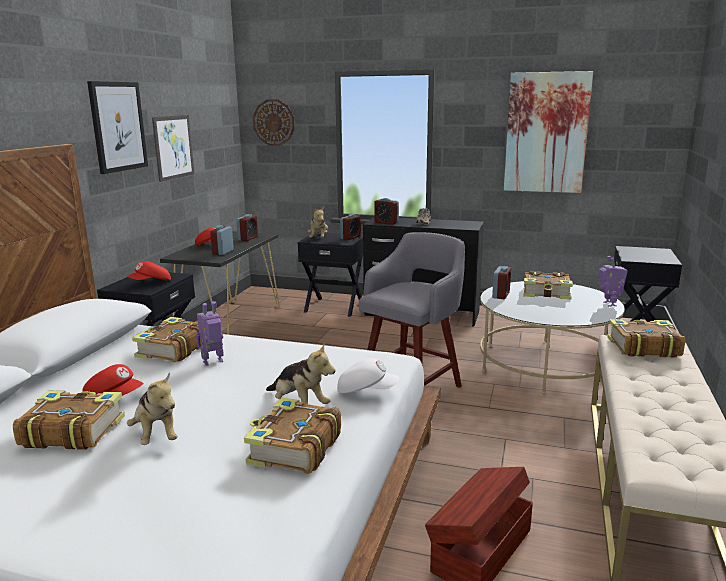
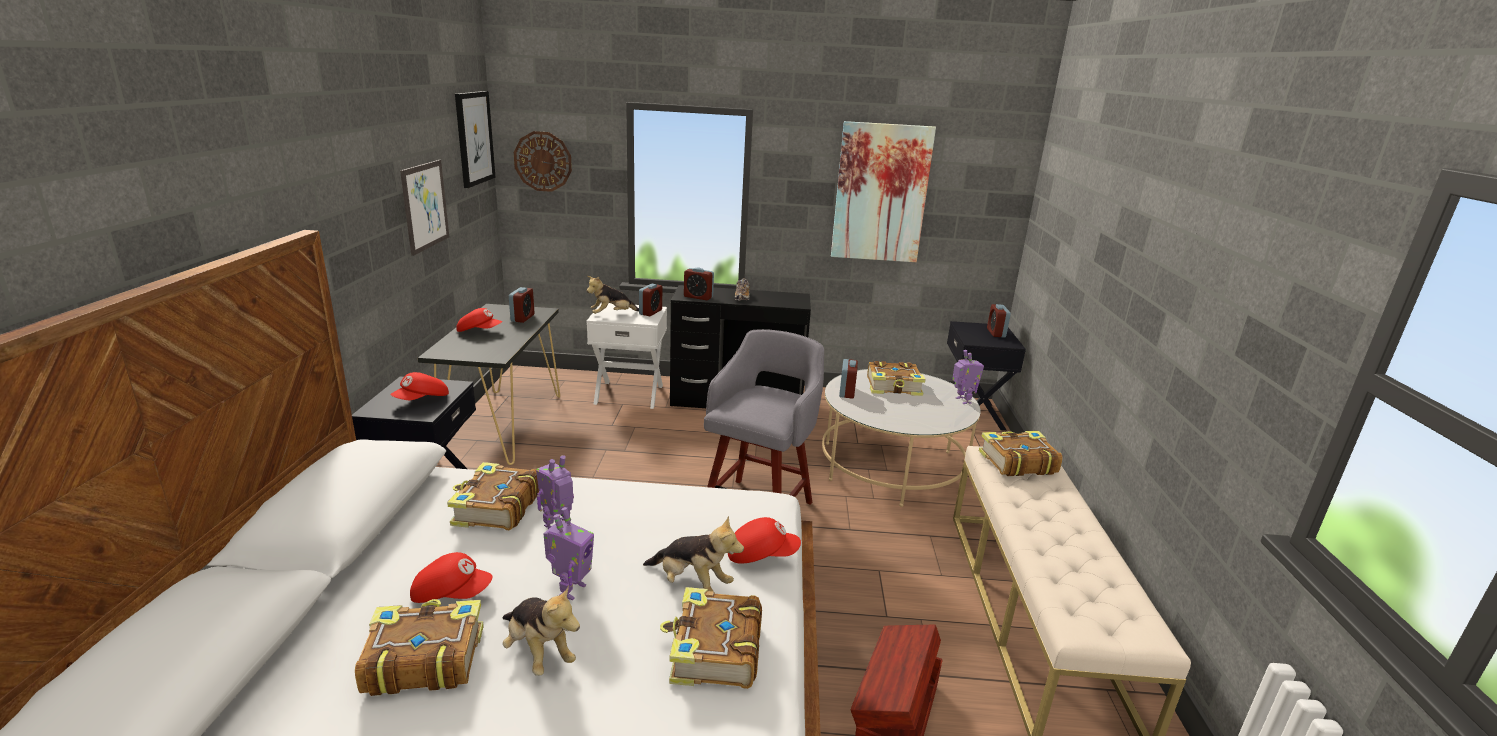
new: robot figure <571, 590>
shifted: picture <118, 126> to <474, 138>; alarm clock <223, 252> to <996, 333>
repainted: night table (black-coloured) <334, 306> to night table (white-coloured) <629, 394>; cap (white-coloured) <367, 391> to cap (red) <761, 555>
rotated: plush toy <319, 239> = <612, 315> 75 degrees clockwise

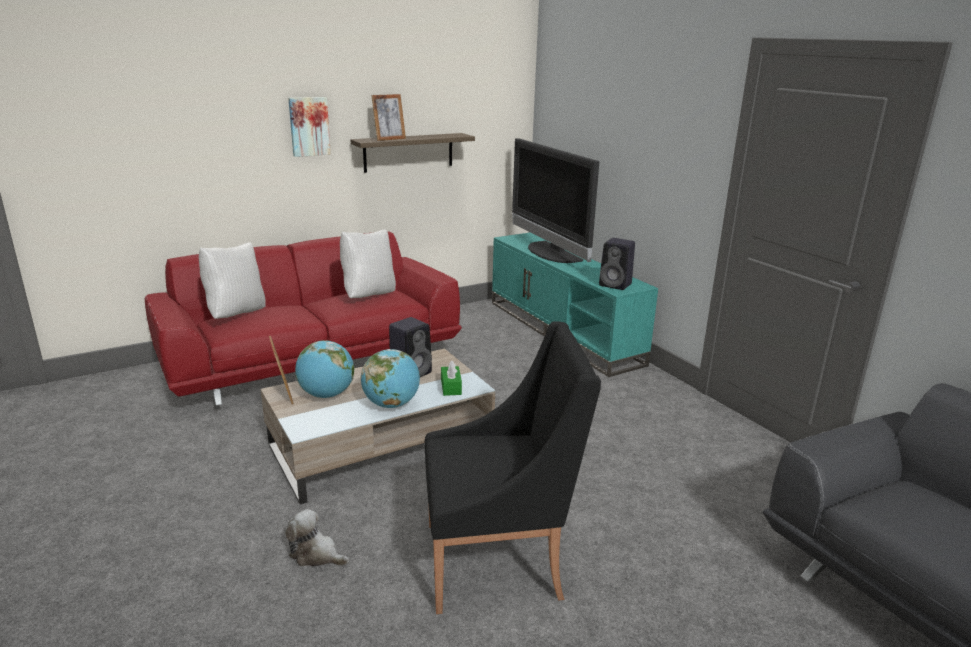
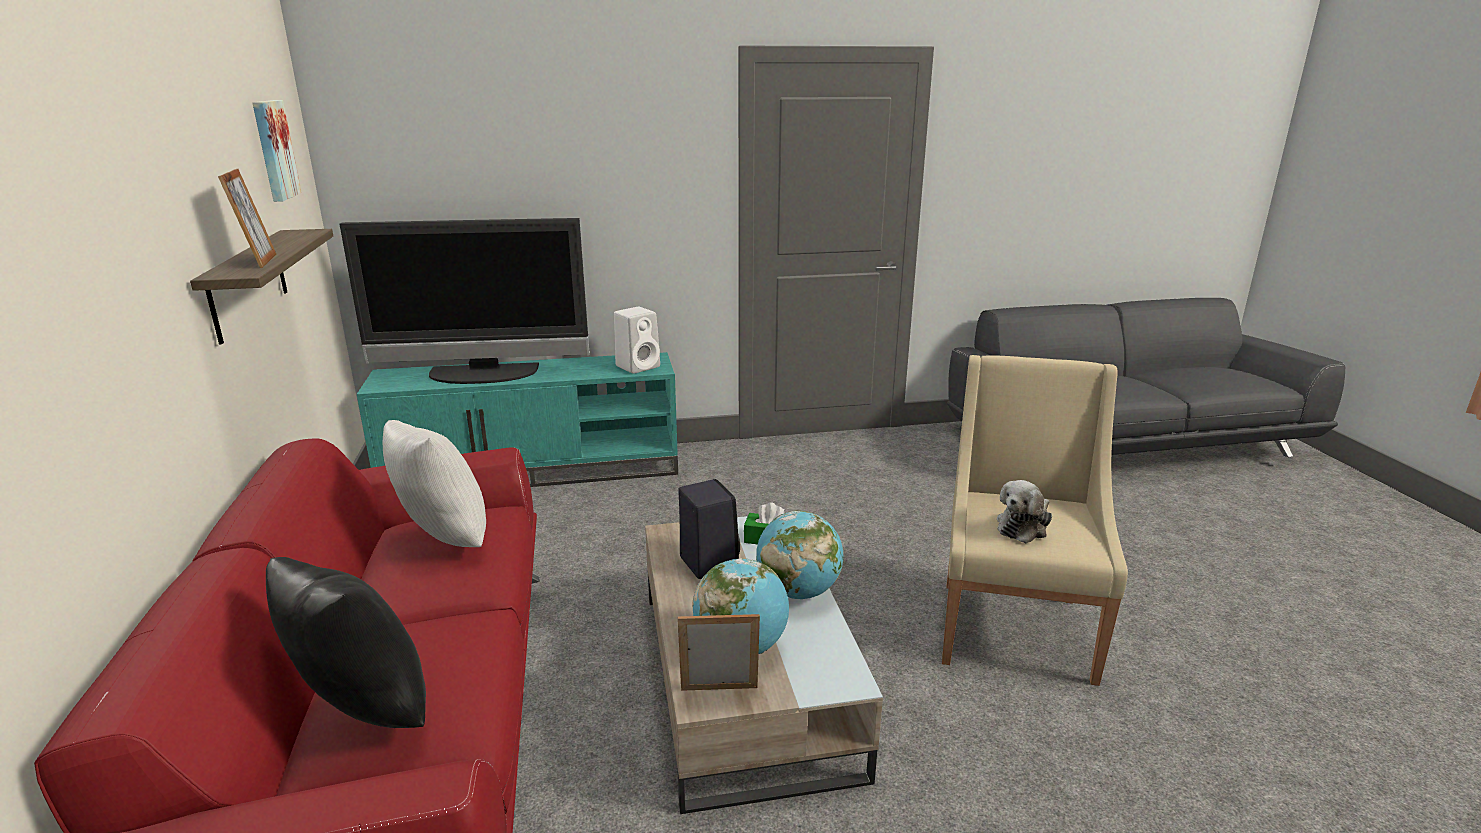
shifted: picture <309, 126> to <273, 150>; plush toy <316, 554> to <1023, 526>
repainted: cushion (white-coloured) <236, 314> to cushion (black-coloured) <360, 713>; audio speaker (black-coloured) <616, 285> to audio speaker (white-coloured) <638, 366>; easy chair (black-coloured) <498, 560> to easy chair (beige) <1012, 626>

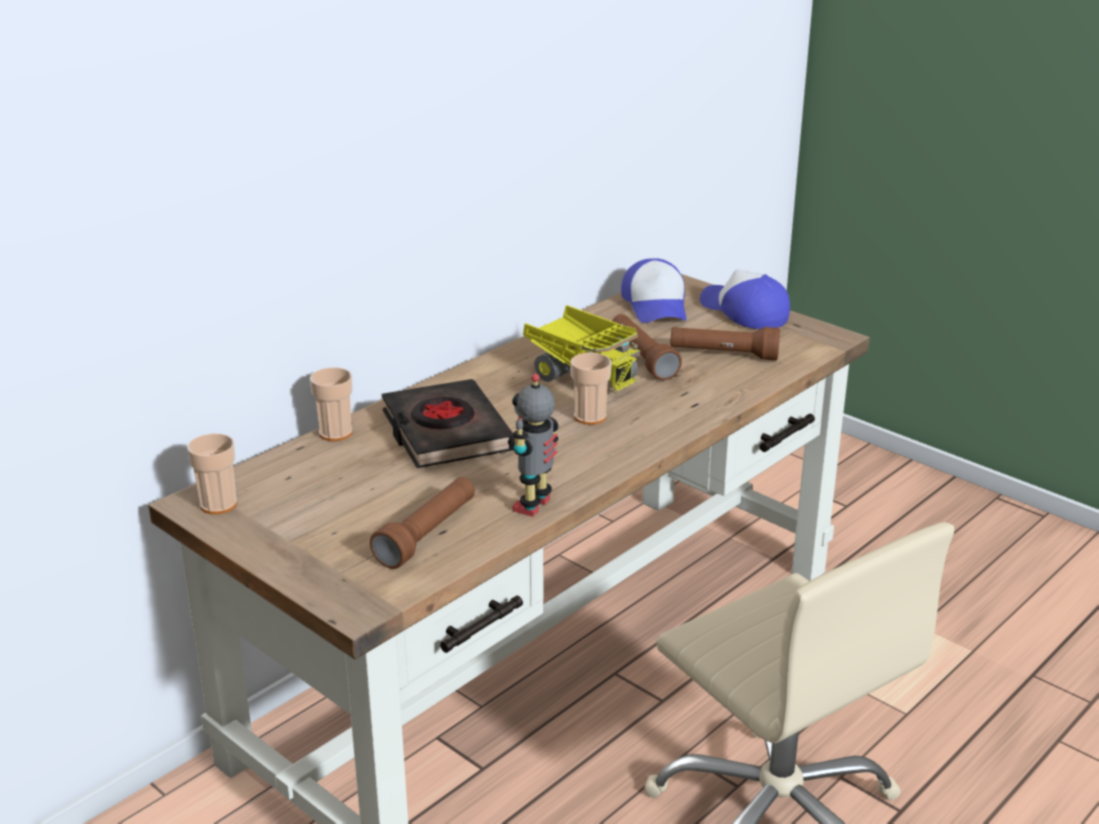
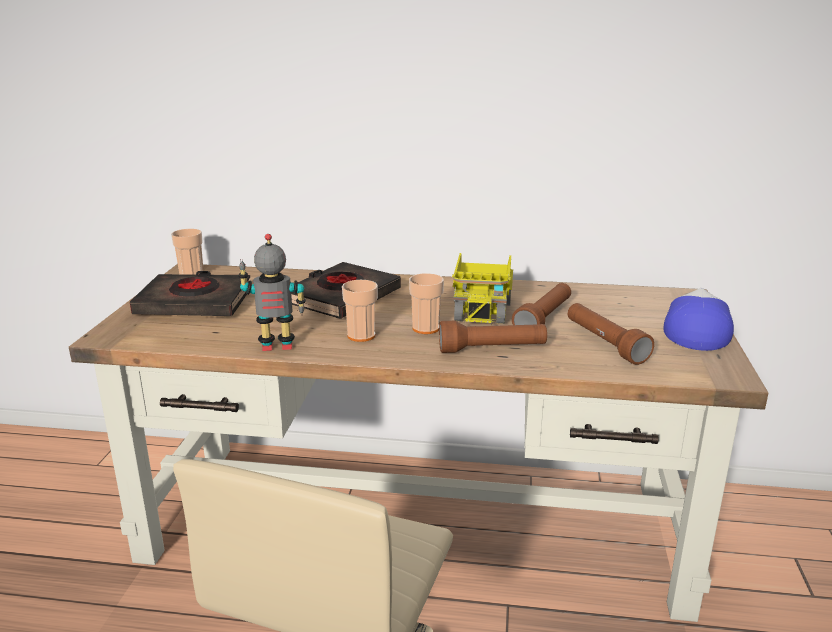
gone: cap <656, 306>
new: book (black-coloured) <195, 303>
shifted: drinking cup <335, 433> to <361, 335>; torch (brown-coloured) <428, 535> to <492, 349>

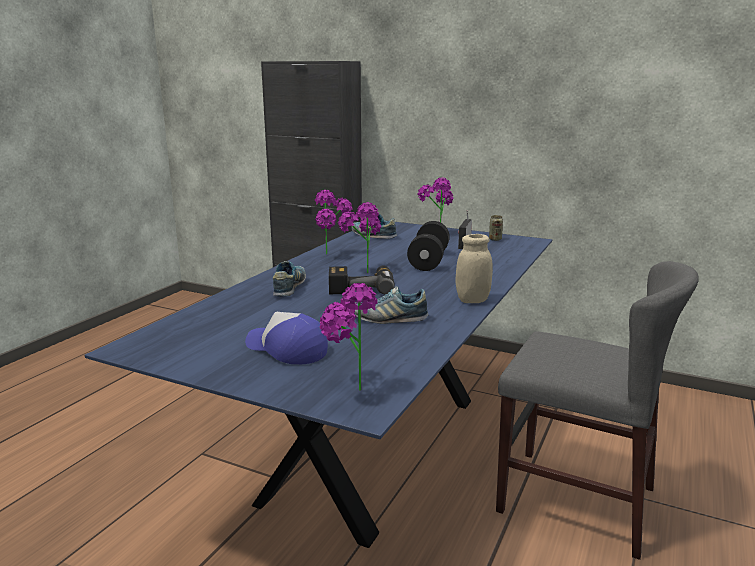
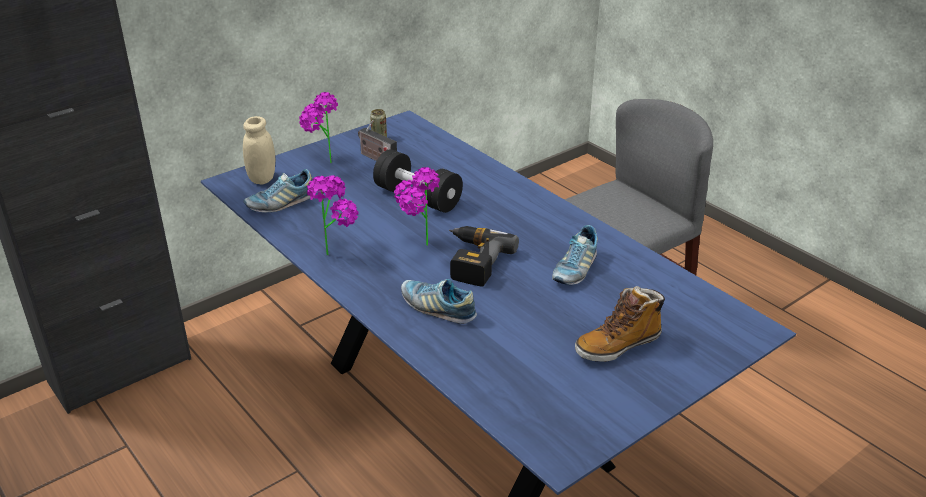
gone: houseplant <345, 391>
shifted: preserve jar (beige) <472, 300> to <262, 178>
swapped: cap <286, 349> to tall boot <618, 345>

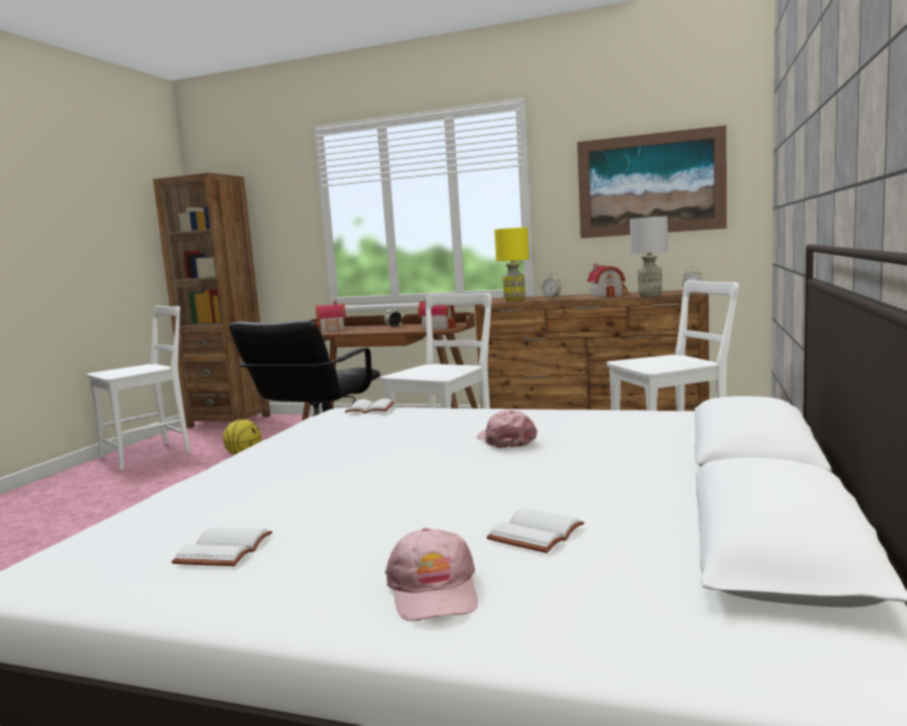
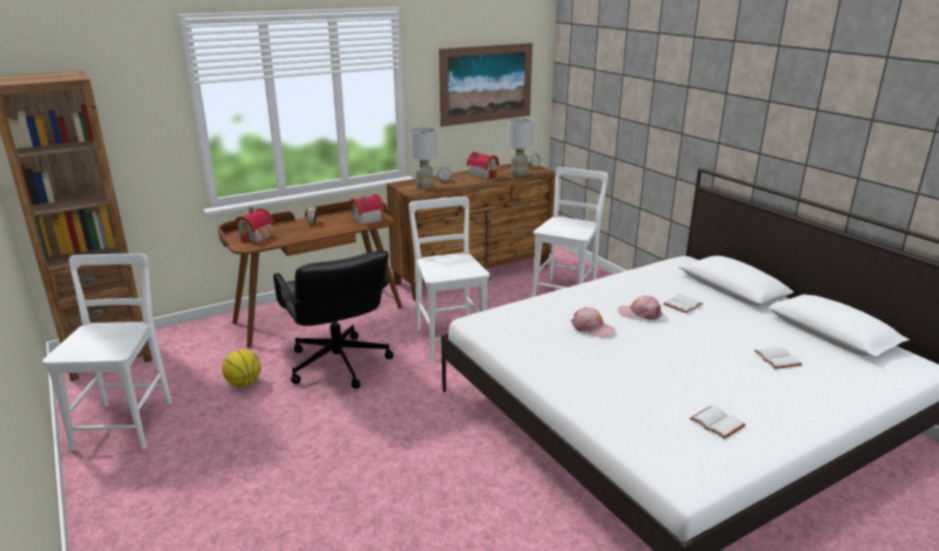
shifted: cap (pink) <434, 590> to <592, 327>; book (white-coloured) <371, 408> to <682, 304>
repainted: lamp for a table (yellow-coloured) <514, 300> to lamp for a table (gray) <425, 187>

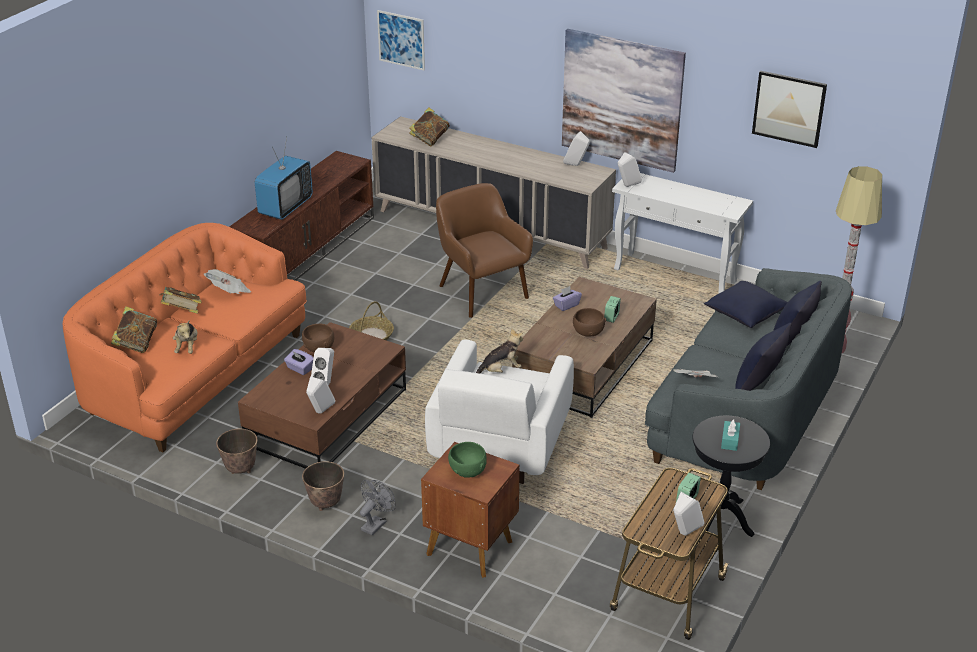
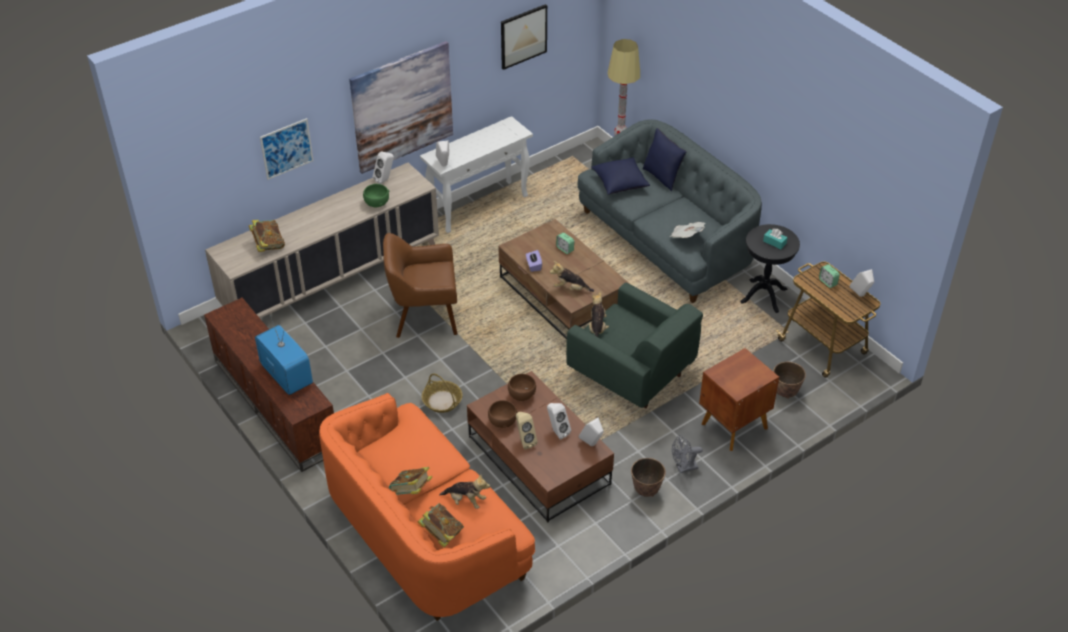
gone: printed paper <229, 292>; cushion (blue) <759, 385>
new: plush toy <570, 288>
shifted: picture <401, 40> to <286, 148>; deep dish (green-coloured) <467, 471> to <376, 203>; deep dish (brown-coloured) <588, 332> to <521, 395>; planter <240, 469> to <785, 393>
swapped: box of tissues (purple) <300, 369> to audio speaker (beige) <524, 441>
repainted: easy chair (white-coloured) <499, 447> to easy chair (green-coloured) <633, 374>
rotated: cooling fan (gray) <376, 523> = <683, 468> 75 degrees counterclockwise

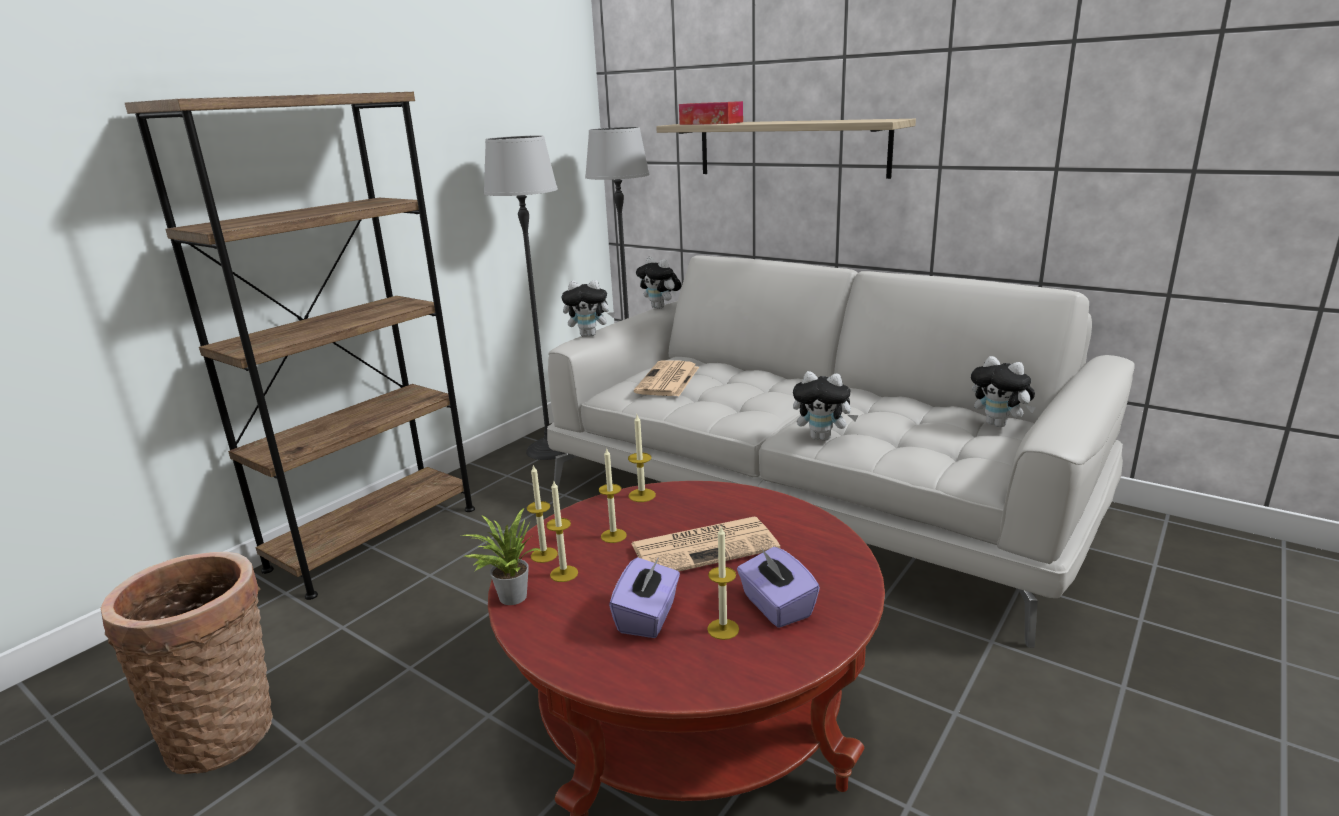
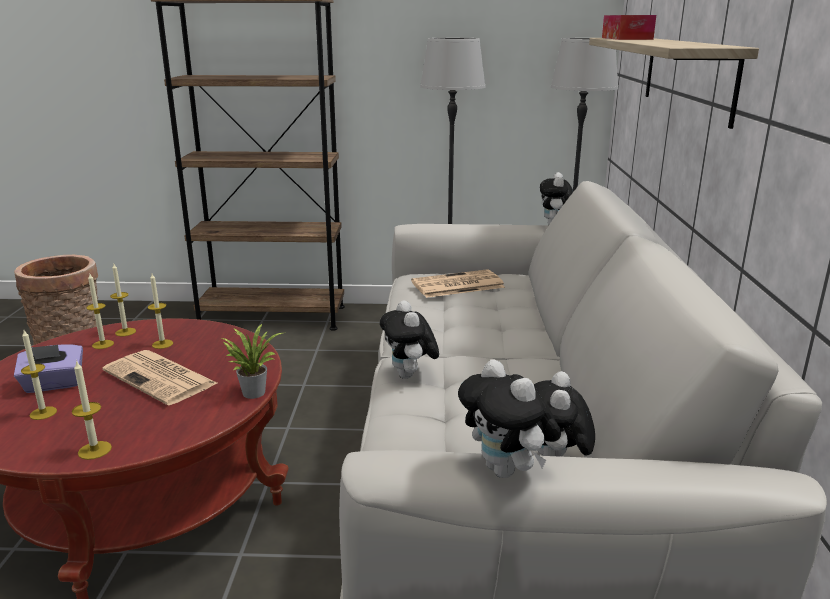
gone: box of tissues (purple) <776, 606>
shifted: wax candle <642, 495> to <95, 450>; houseplant <509, 596> to <253, 391>; plush toy <589, 335> to <507, 471>

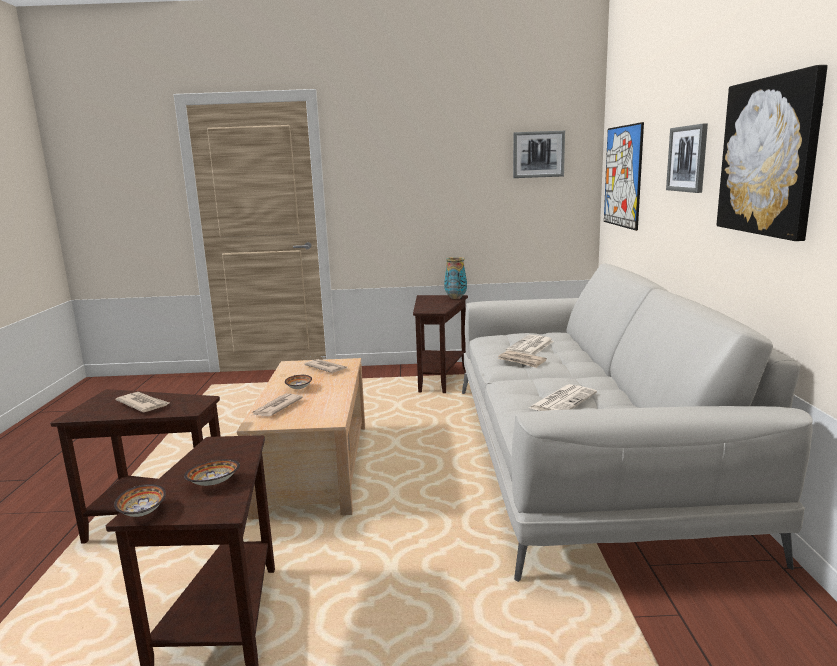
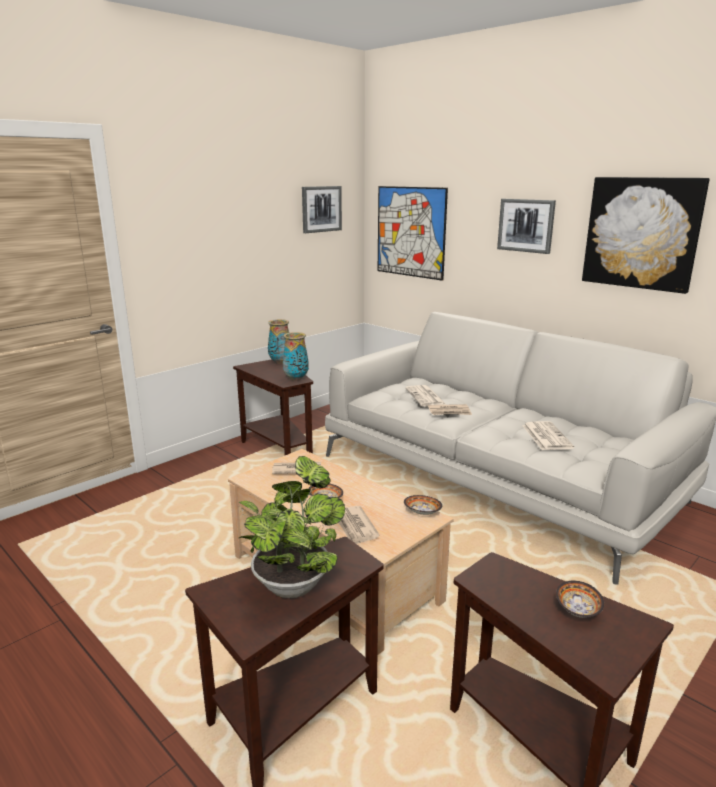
new: decorative vase <296, 378>
shifted: deep dish <141, 513> to <423, 513>
swapped: printed paper <143, 404> to houseplant <294, 582>

